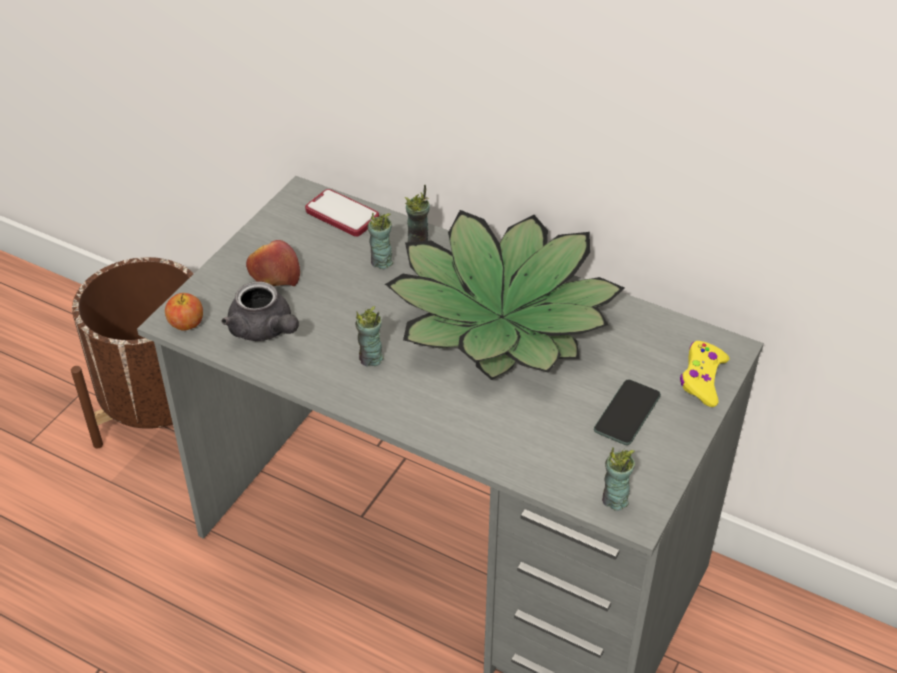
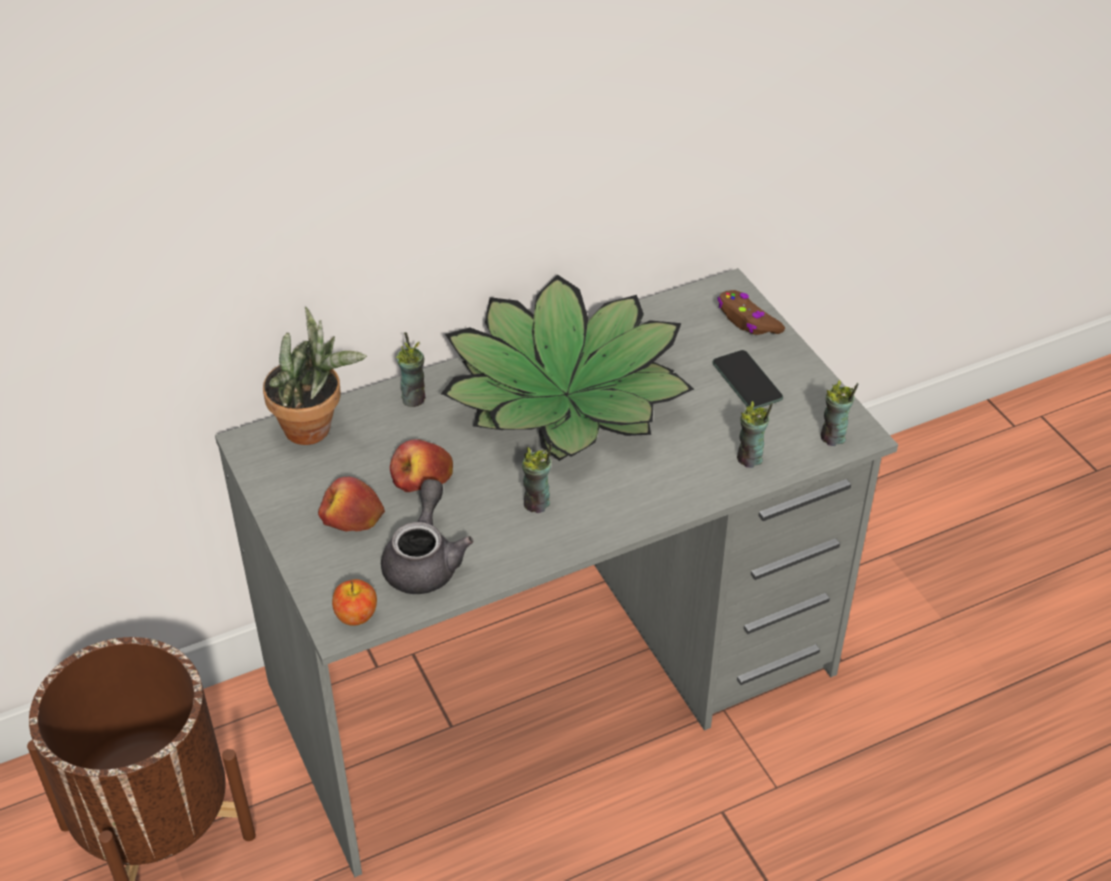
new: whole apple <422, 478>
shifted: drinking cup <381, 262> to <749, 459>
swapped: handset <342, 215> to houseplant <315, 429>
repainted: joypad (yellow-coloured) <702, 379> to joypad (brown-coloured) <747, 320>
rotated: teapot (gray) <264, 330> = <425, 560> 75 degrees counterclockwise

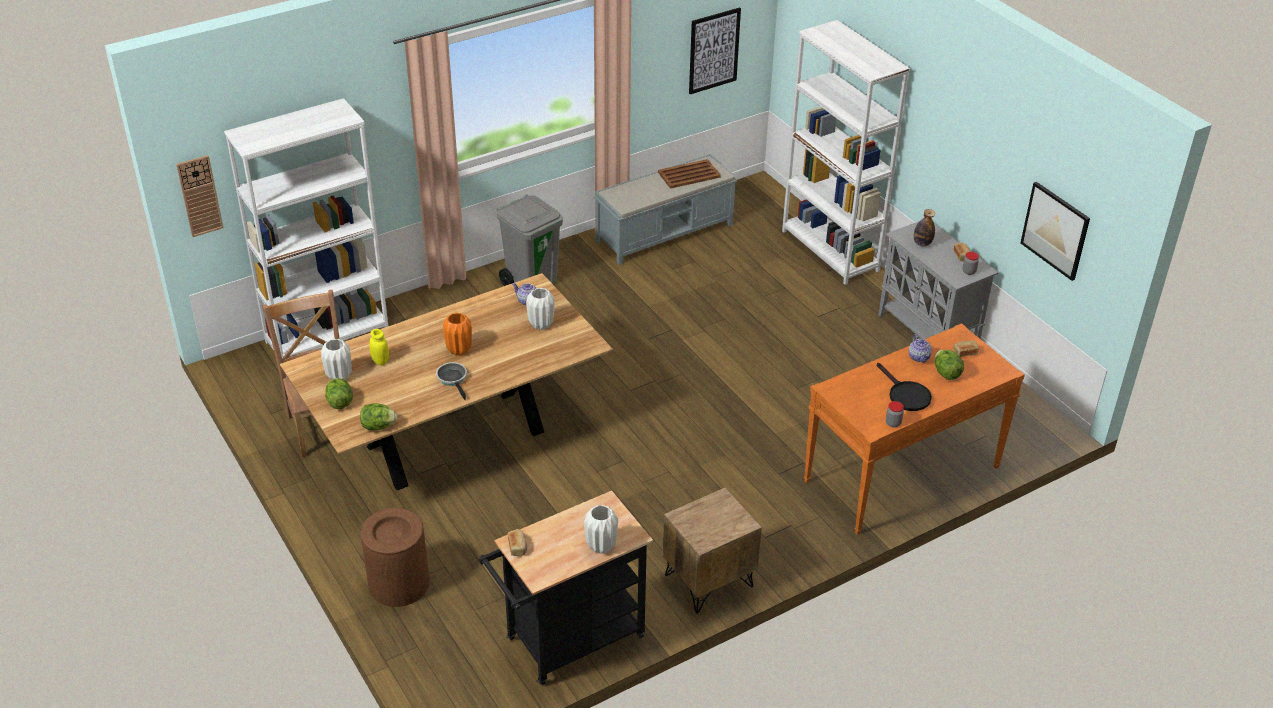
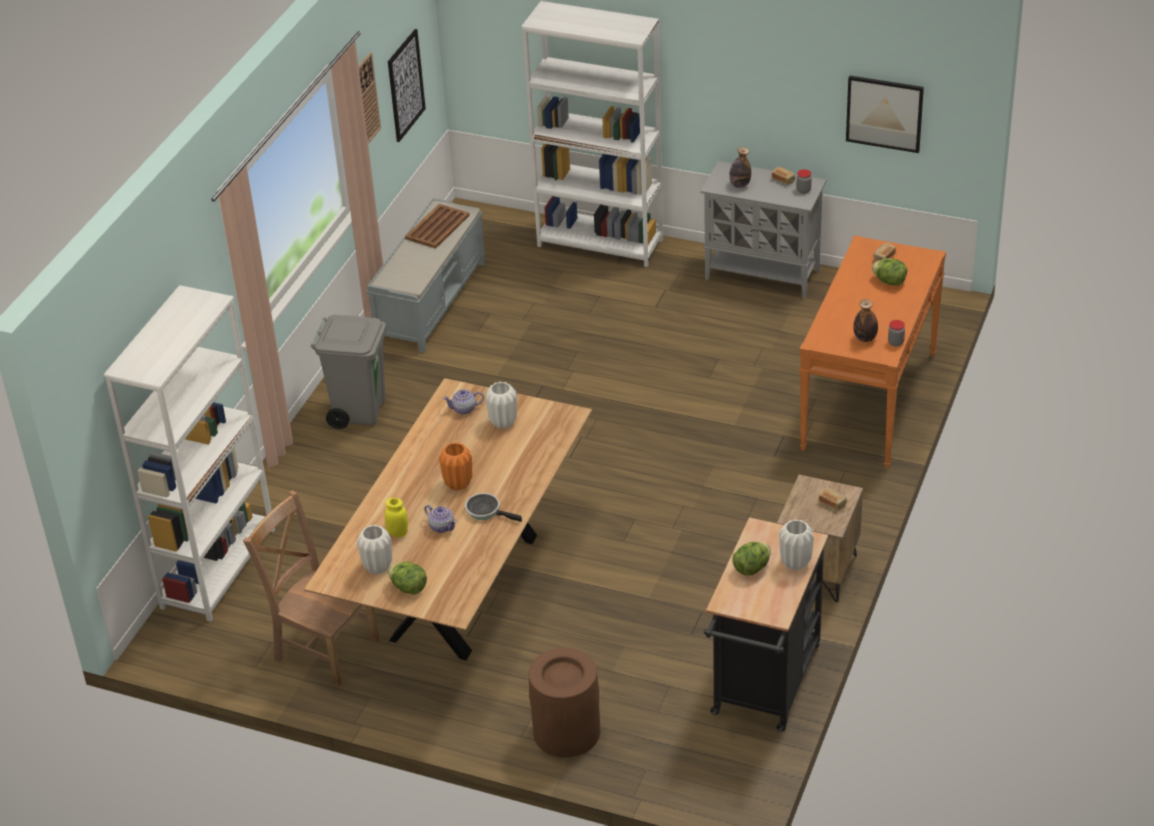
gone: skillet (black-coloured) <905, 395>
new: bottle <865, 338>
shifted: hanging clock <199, 196> to <367, 98>; teapot <919, 357> to <442, 526>; lettuce head <378, 426> to <751, 568>; bread <518, 547> to <832, 503>

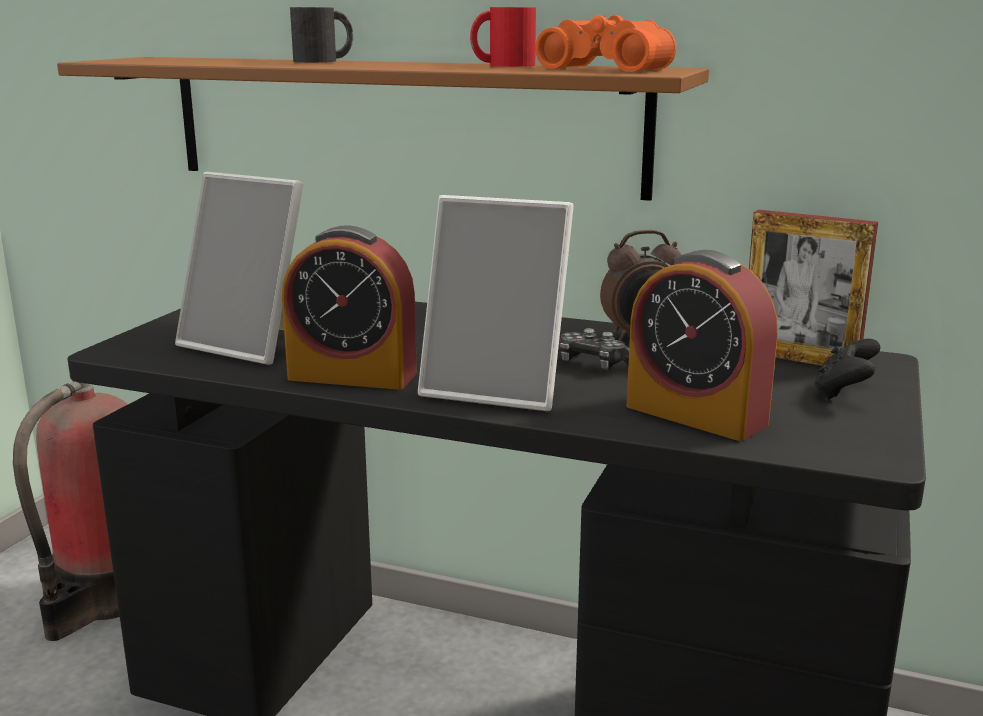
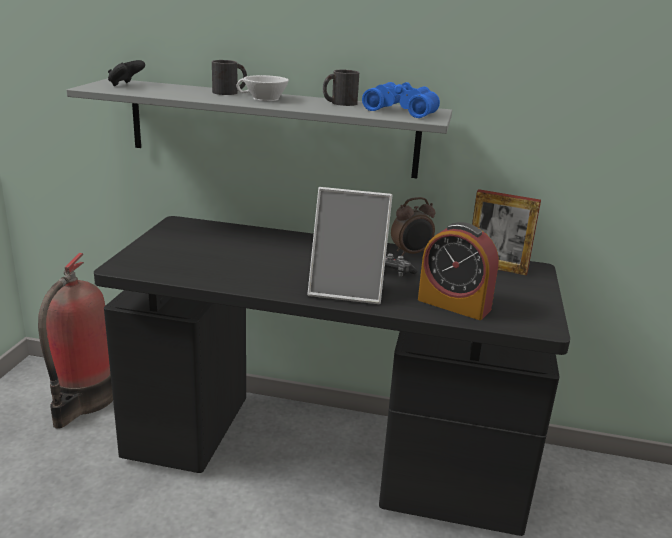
gone: photo frame <251, 345>; alarm clock <352, 376>
new: drinking cup (white-coloured) <264, 98>
shifted: joypad (black-coloured) <843, 393> to <125, 85>
repainted: shelf (brown-coloured) <400, 123> to shelf (gray) <272, 128>; coffee mug (red) <502, 65> to coffee mug (black-coloured) <339, 103>; pair of binoculars (orangey) <610, 68> to pair of binoculars (blue) <402, 111>

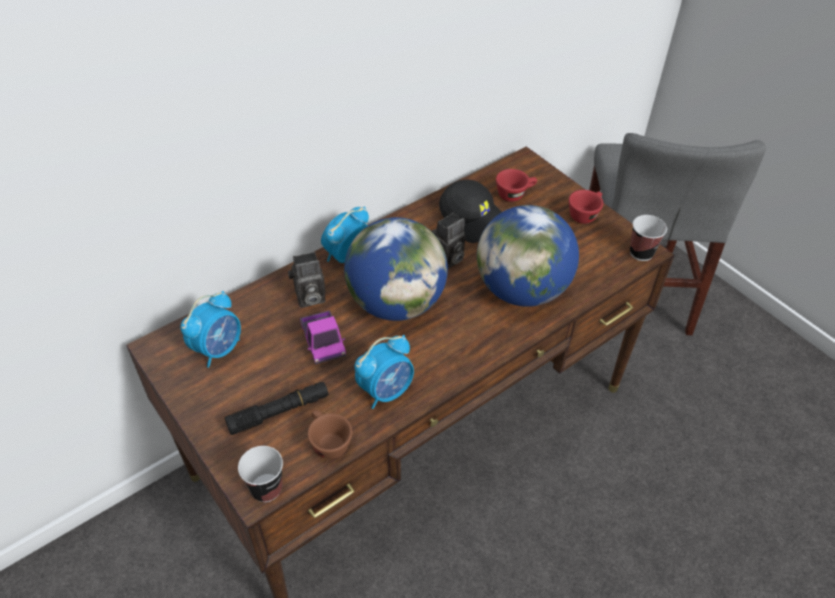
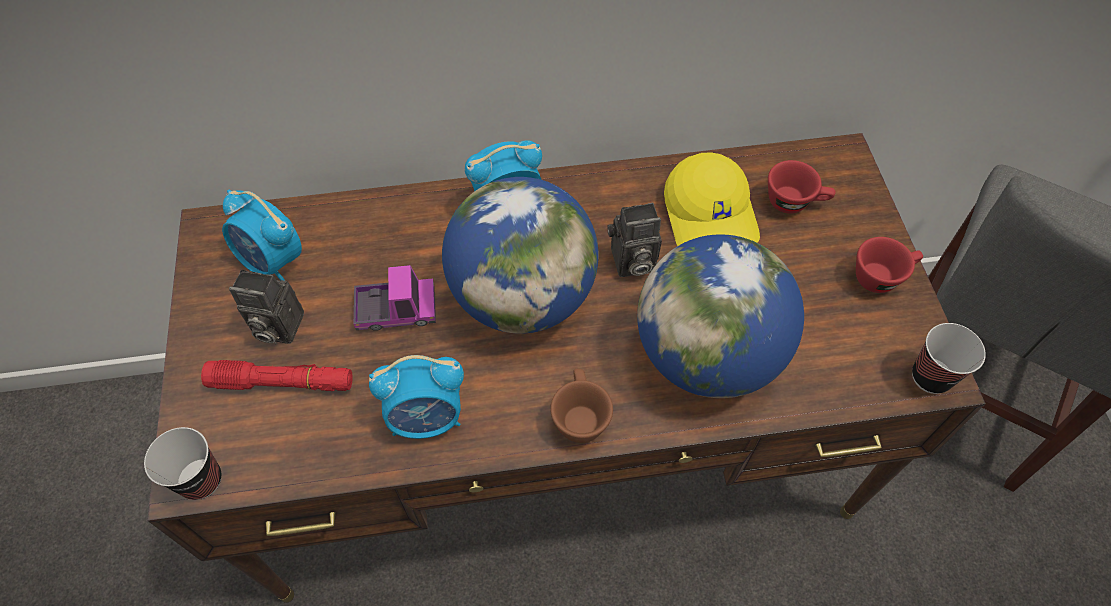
shifted: photo camera <309, 298> to <275, 327>; drinking cup (brown-coloured) <327, 442> to <579, 415>
repainted: torch (black-coloured) <279, 412> to torch (red) <282, 383>; cap (black-coloured) <475, 218> to cap (yellow-coloured) <711, 216>
rotated: alarm clock <218, 349> = <273, 262> 60 degrees clockwise; toy truck <323, 342> = <396, 310> 105 degrees counterclockwise

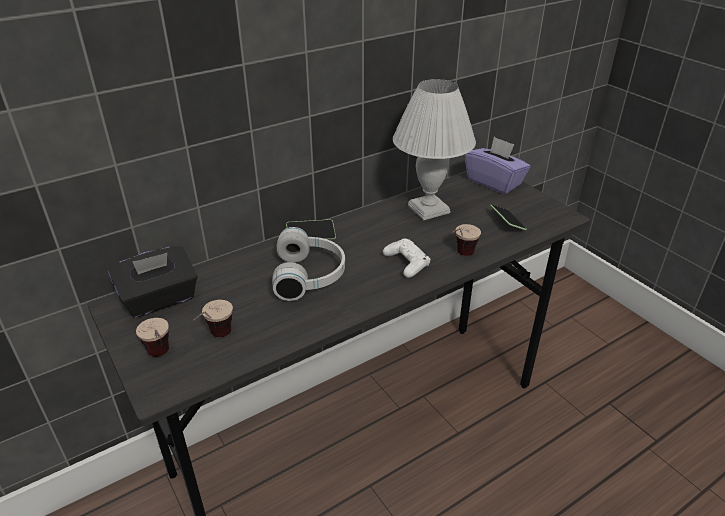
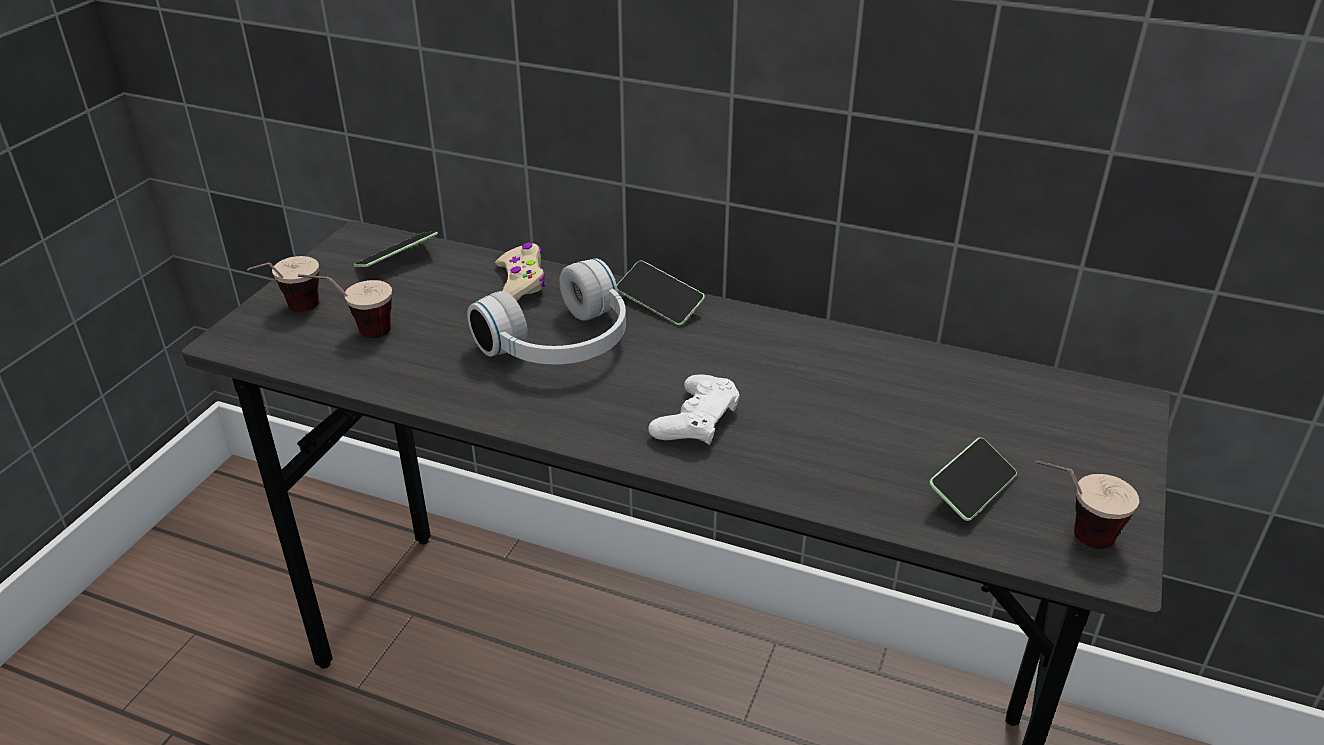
gone: lamp for a table (white-coloured) <428, 209>; box of tissues (purple) <494, 182>
new: joypad (beige) <521, 282>
shifted: drinking cup <460, 256> to <1069, 535>
swapped: box of tissues (black-coloured) <160, 299> to handset <397, 260>

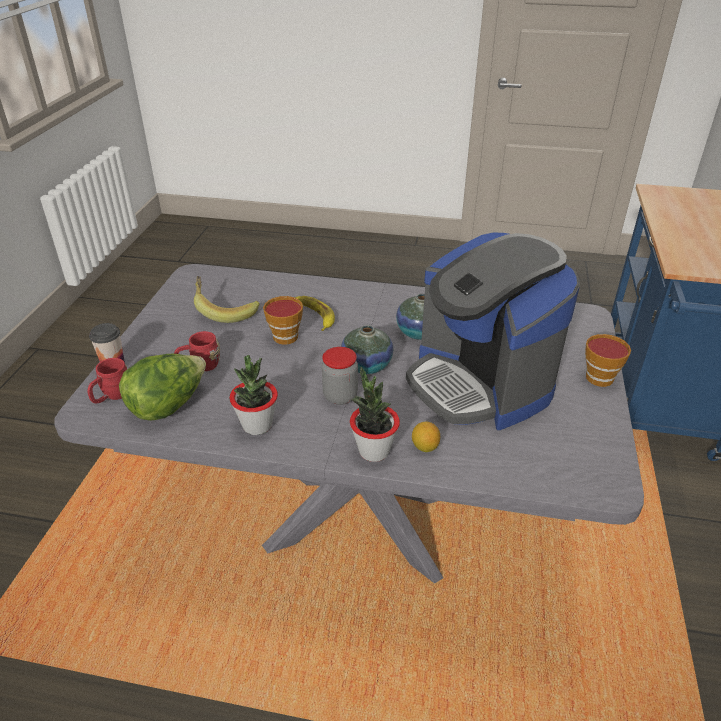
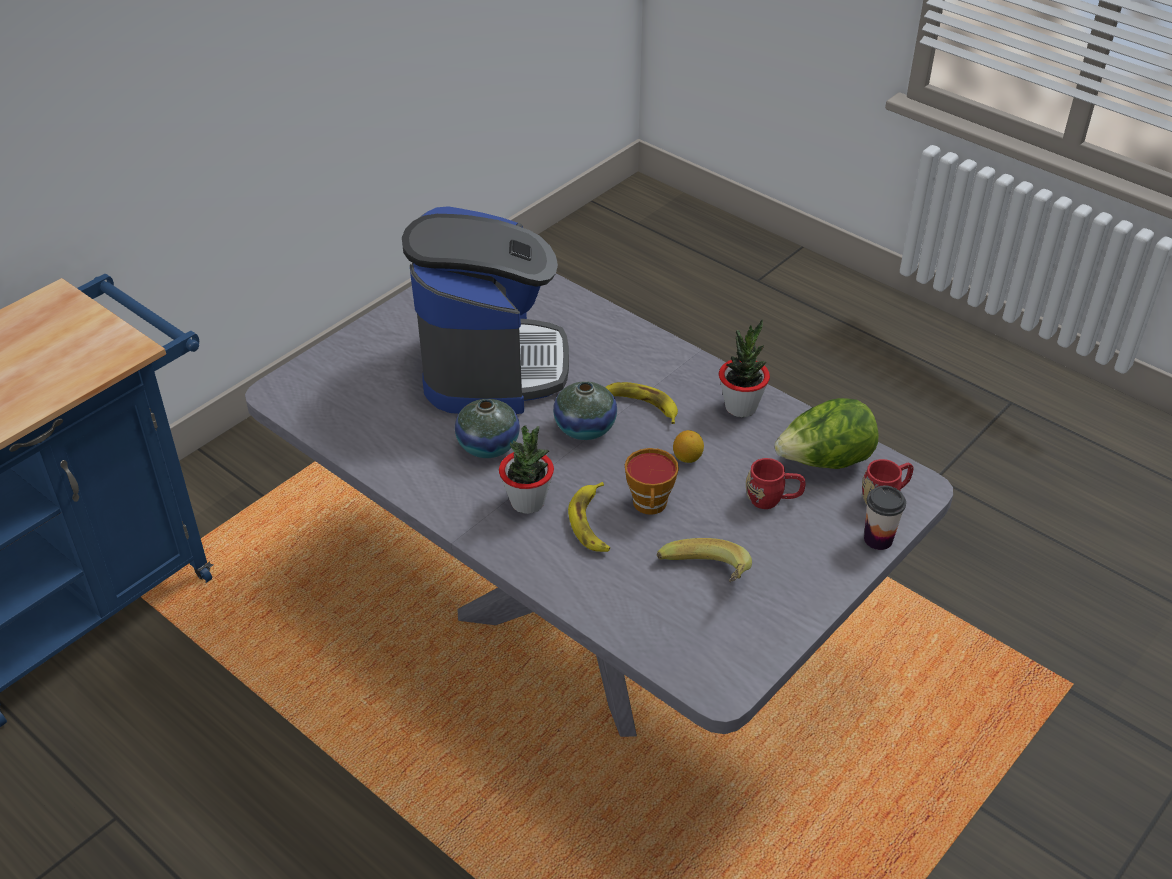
gone: drinking cup <600, 375>
shifted: houseplant <373, 451> to <527, 502>; whole lemon <425, 447> to <687, 458>
swapped: preserve jar <340, 396> to banana fruit <640, 405>

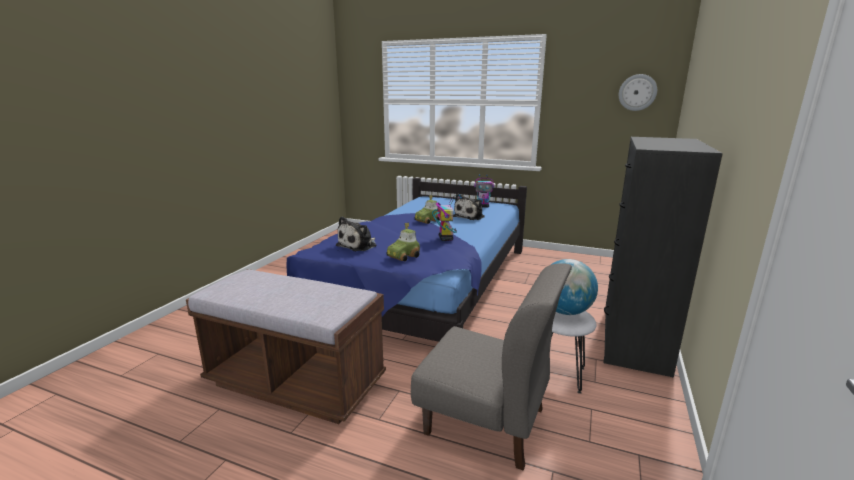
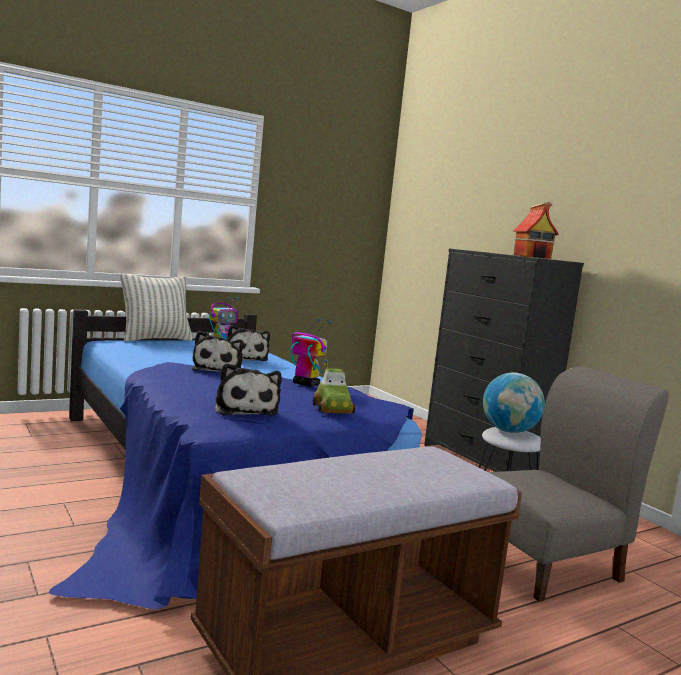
gone: hanging clock <637, 92>
new: cushion <155, 339>; toy house <532, 257>
swapped: model car <427, 221> to plush toy <218, 369>

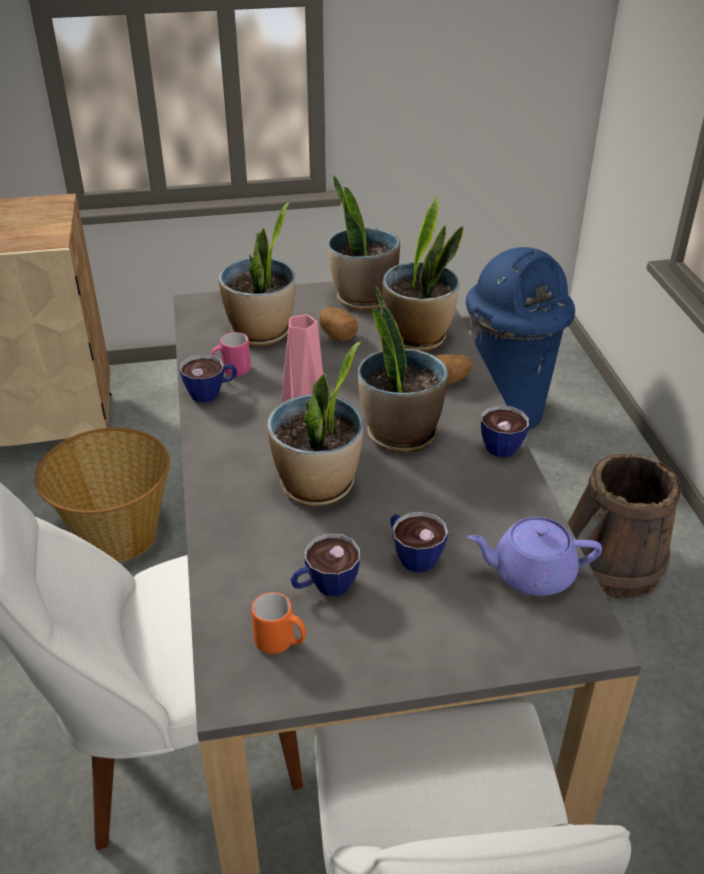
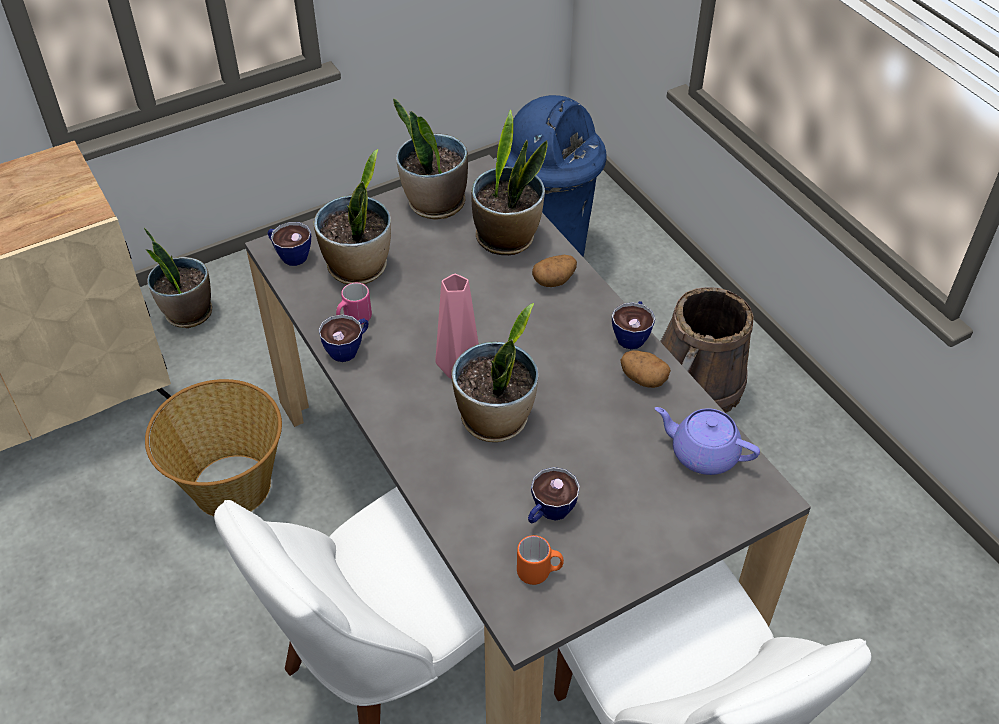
shifted: houseplant <400, 434> to <188, 313>; drinking cup <412, 555> to <290, 255>; whole potato <338, 336> to <643, 379>
rotated: teapot (purple) <531, 574> = <702, 453> 45 degrees clockwise

